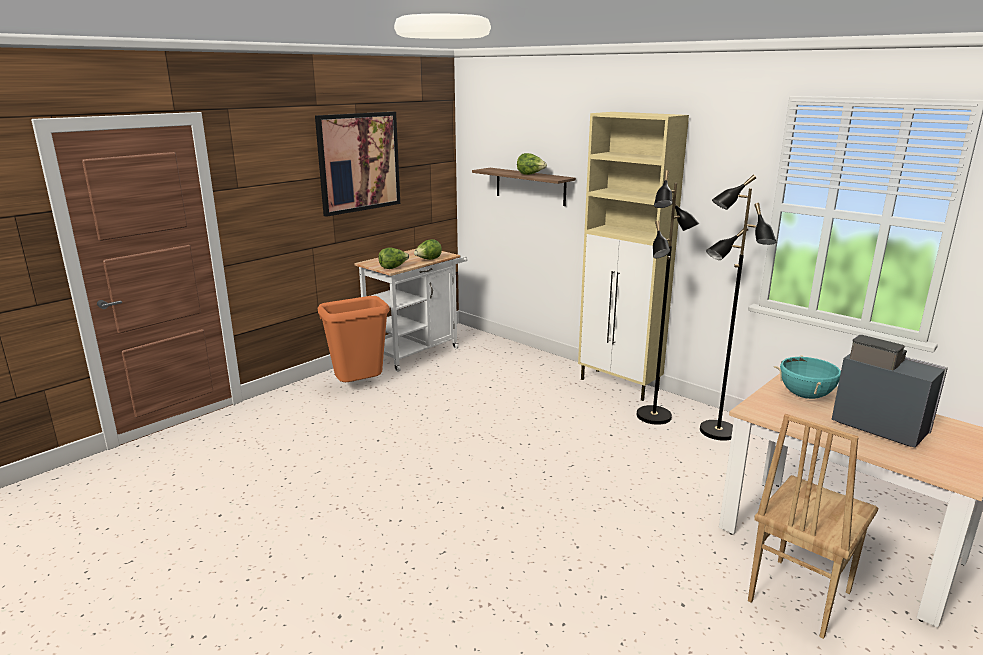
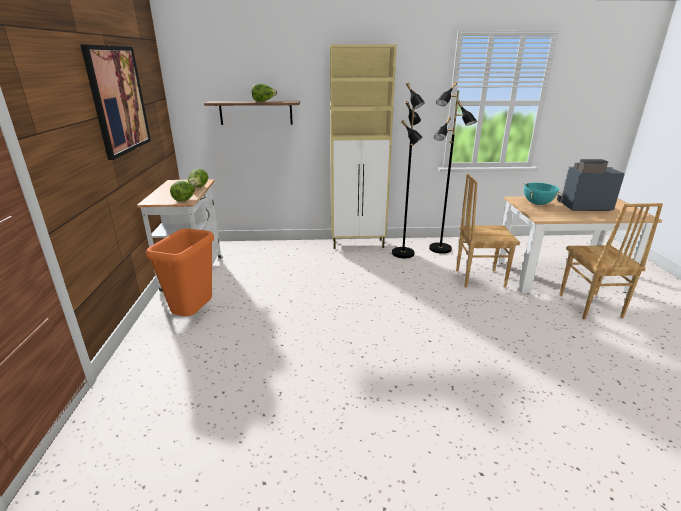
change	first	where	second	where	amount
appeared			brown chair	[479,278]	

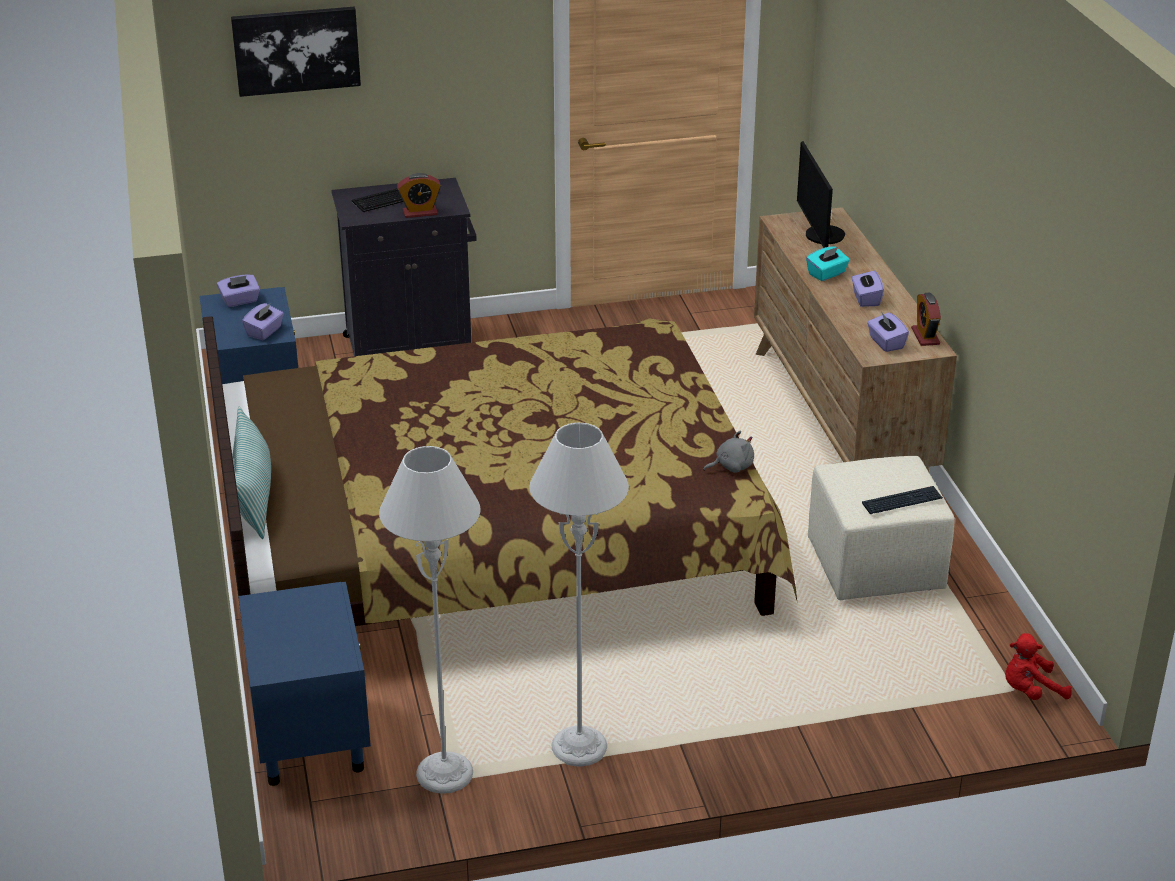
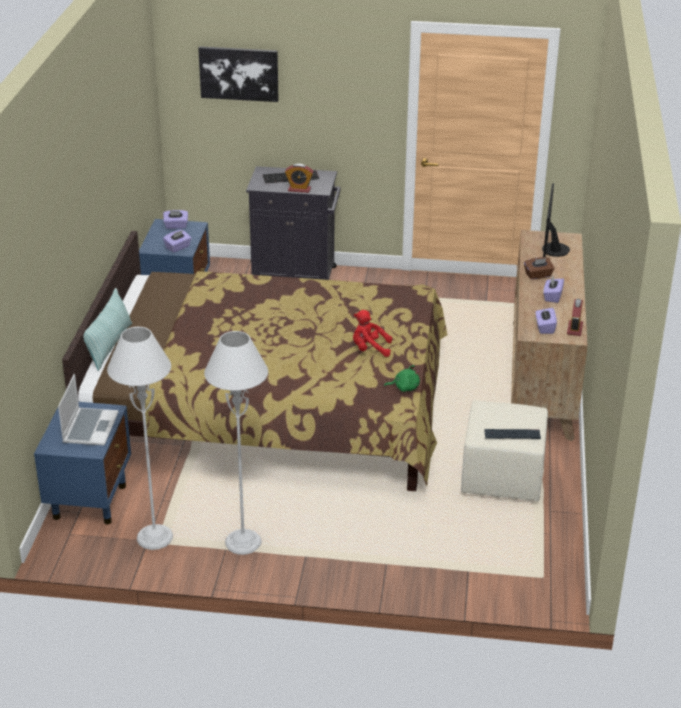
change	first	where	second	where	amount
appeared			laptop	[90,427]	
relocated	red plush toy	[1030,691]		[369,349]	
colour	grey plush toy	[731,466]	green plush toy	[404,387]	
colour	turquoise tissue box	[827,274]	brown tissue box	[538,275]	

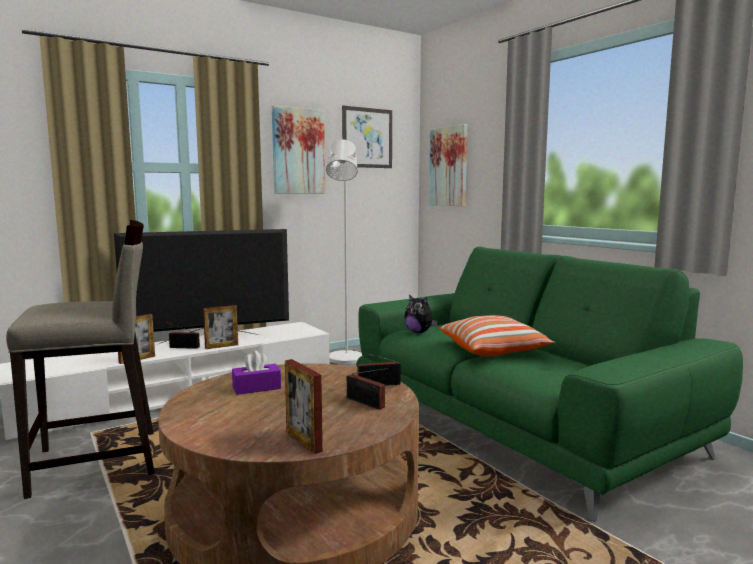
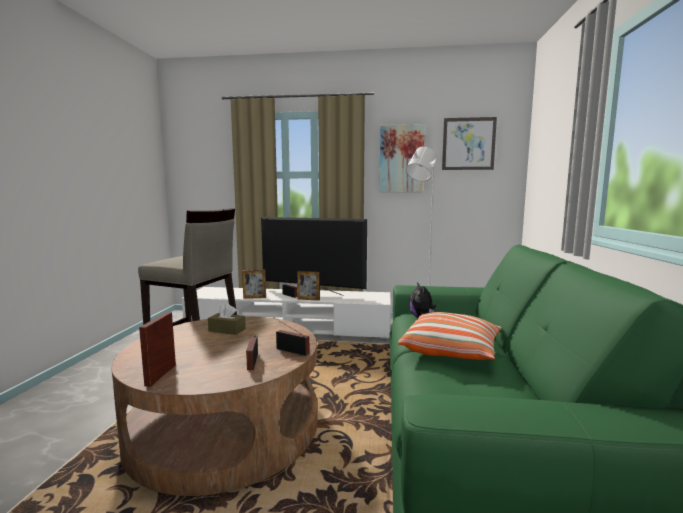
change	first	where	second	where	amount
missing	picture	[449,166]			
colour	purple tissue box	[256,388]	brown tissue box	[227,330]	

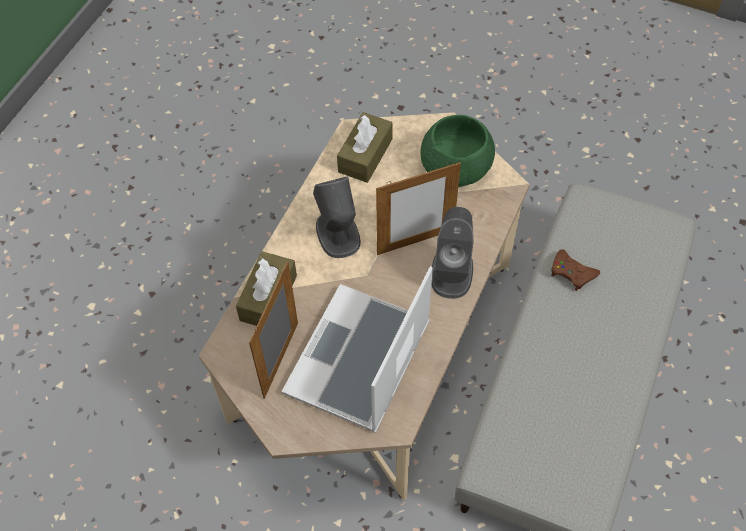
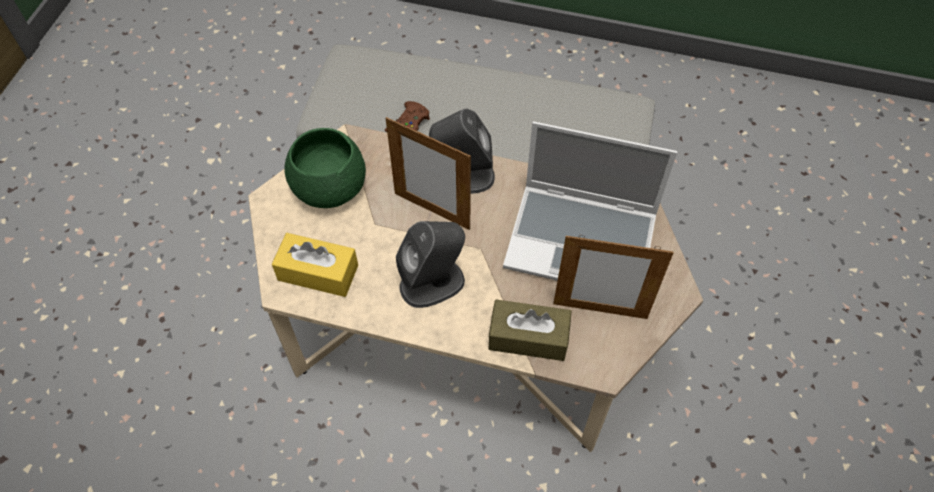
change	first	where	second	where	amount
colour	brown tissue box	[365,155]	yellow tissue box	[318,272]	
spun	picture frame	[415,242]		[432,211]	150 degrees clockwise

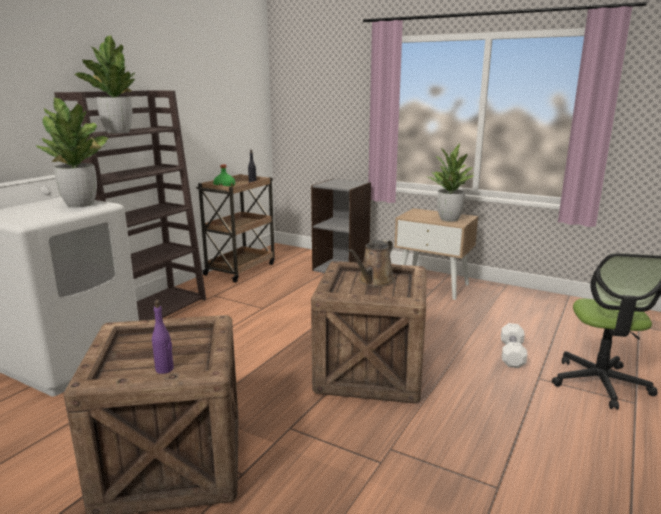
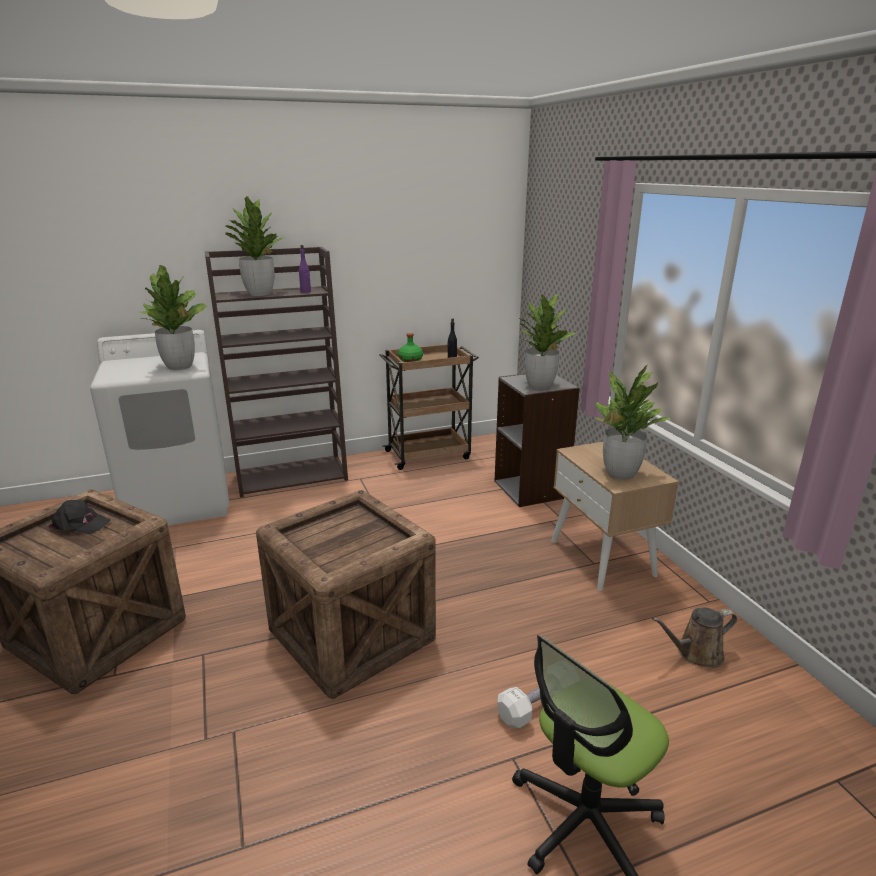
change	first	where	second	where	amount
appeared			black cap	[80,524]	
appeared			potted plant	[539,385]	
relocated	purple bottle	[164,369]		[305,291]	
relocated	brown watering can	[374,281]		[695,654]	

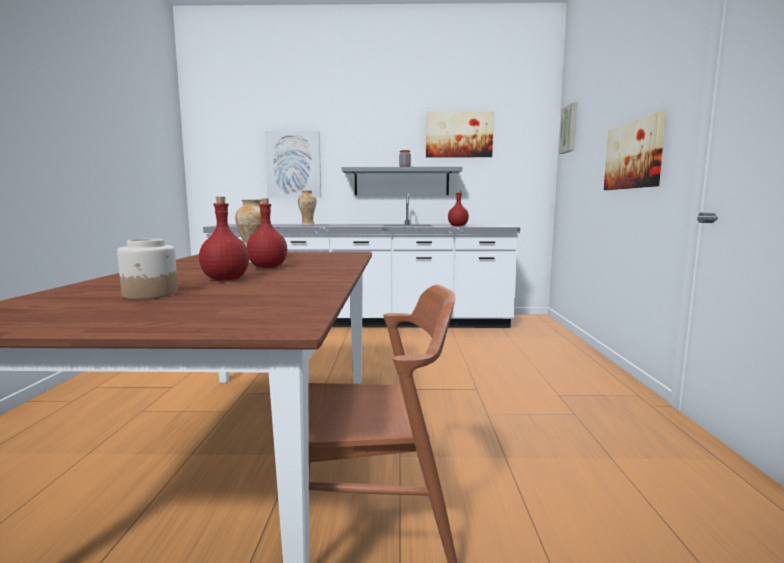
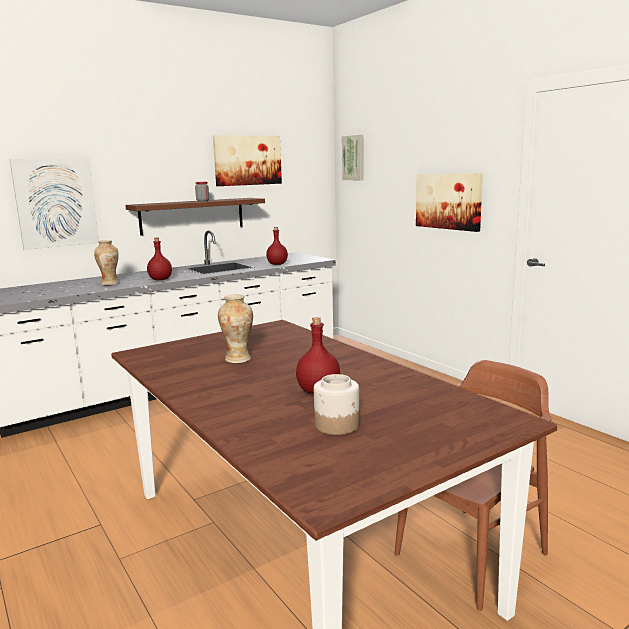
change	first	where	second	where	amount
relocated	red bottle	[268,267]		[160,279]	
colour	grey shelf	[401,182]	brown shelf	[192,216]	

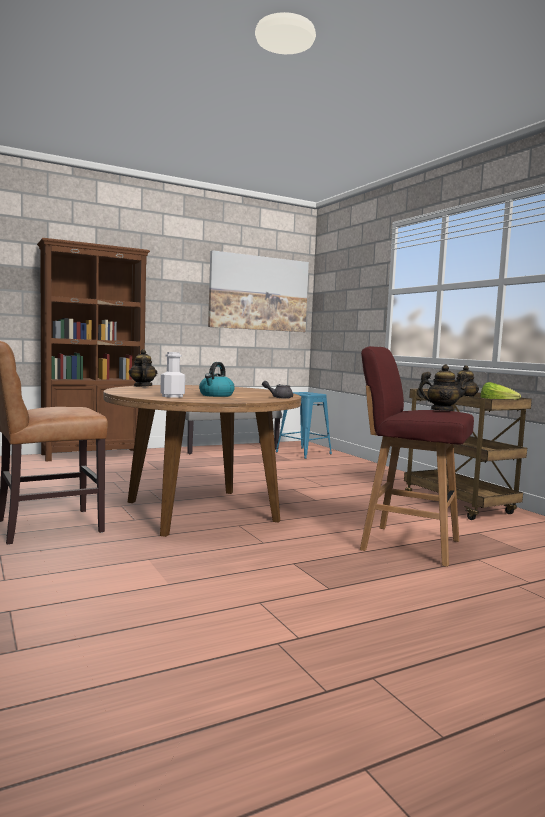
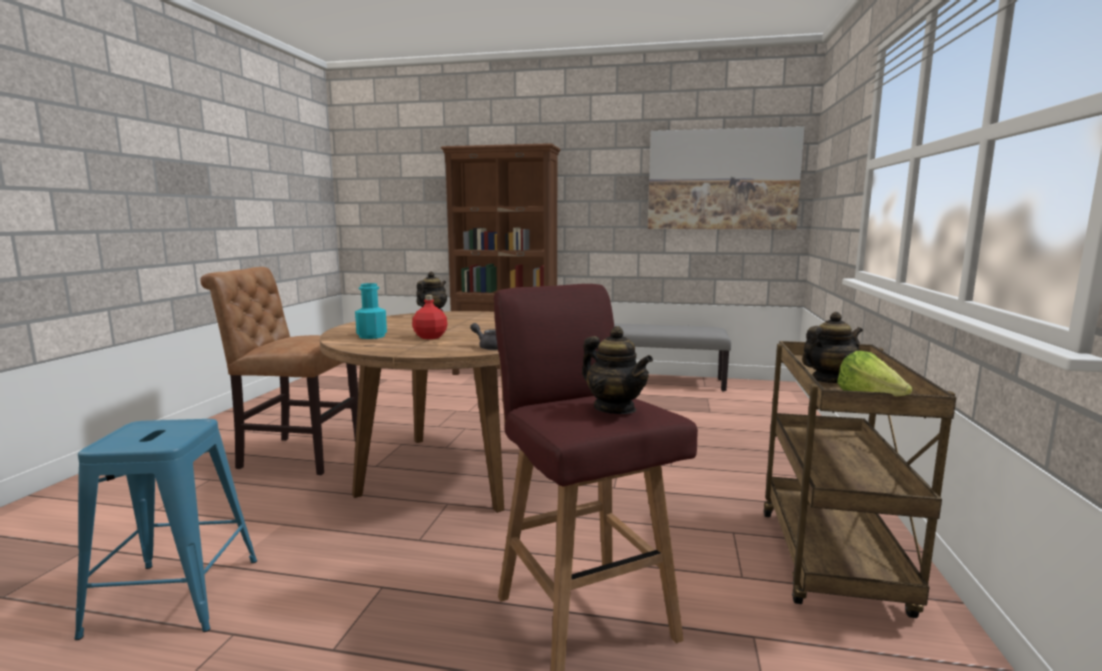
change	first	where	second	where	amount
relocated	blue stool	[303,453]		[175,596]	
exchanged	kettle	[216,395]	red bottle	[430,337]	
colour	white bottle	[172,396]	turquoise bottle	[372,336]	

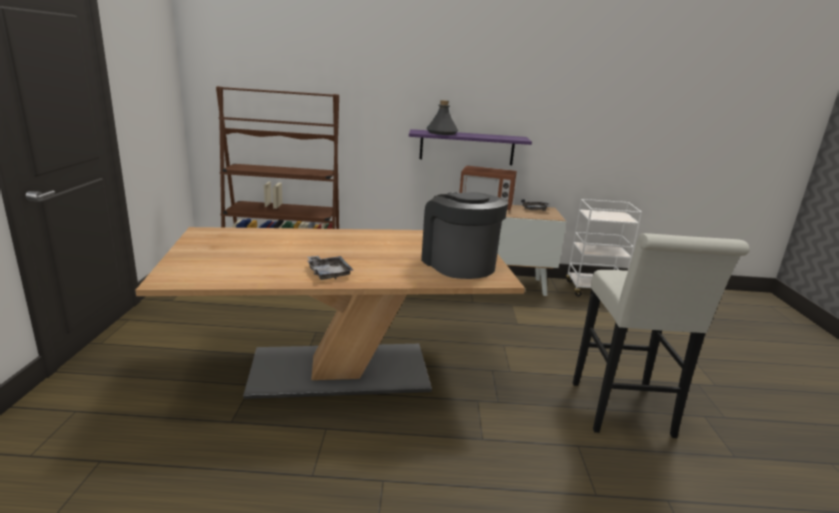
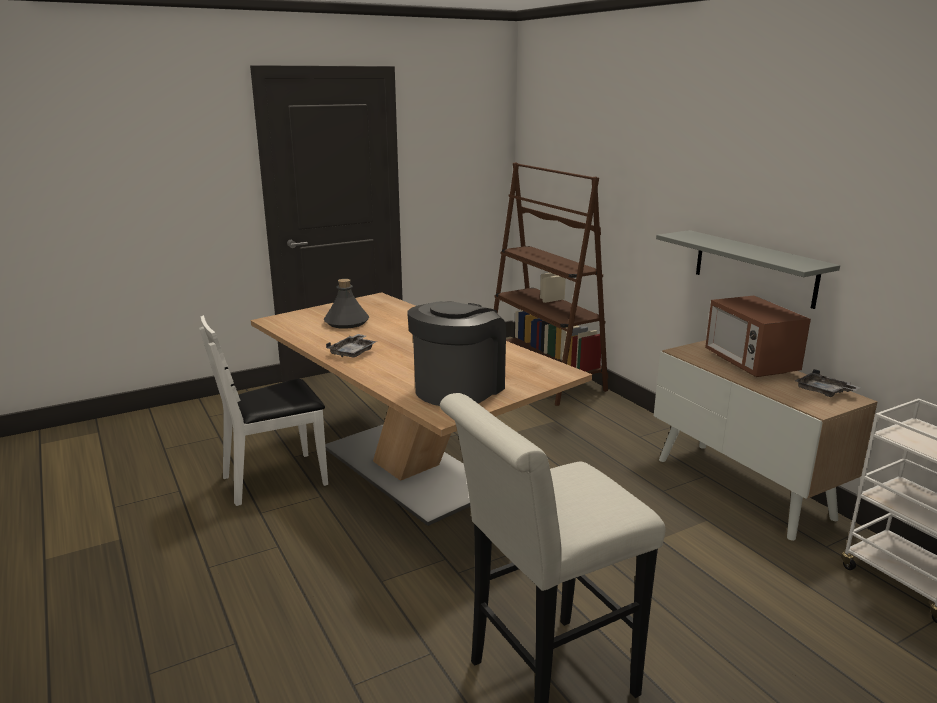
change	first	where	second	where	amount
appeared			white chair	[276,479]	
relocated	grey bottle	[442,133]		[347,322]	
colour	purple shelf	[467,147]	grey shelf	[754,268]	

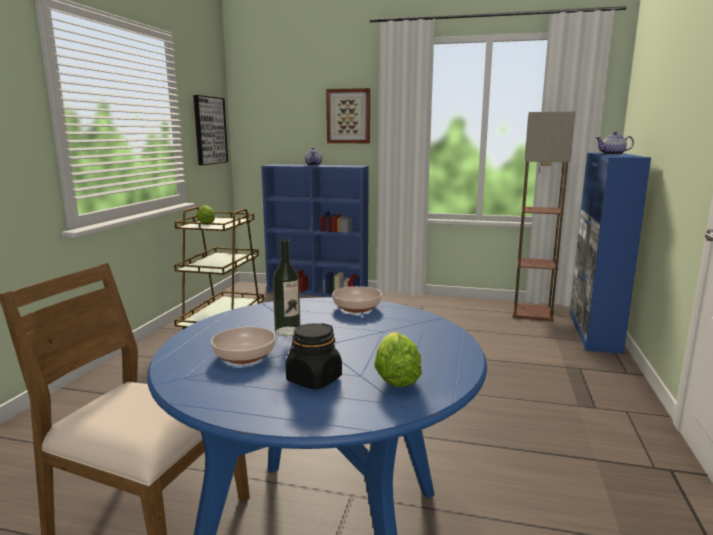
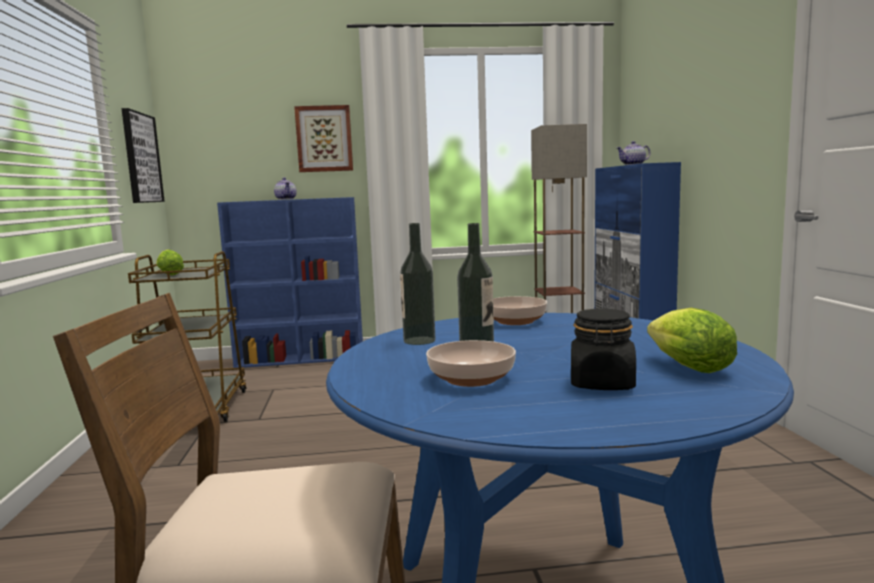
change	first	where	second	where	amount
appeared			bottle	[419,341]	

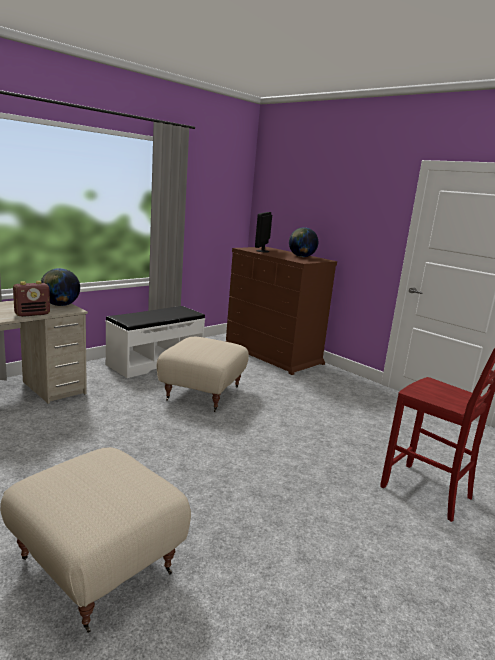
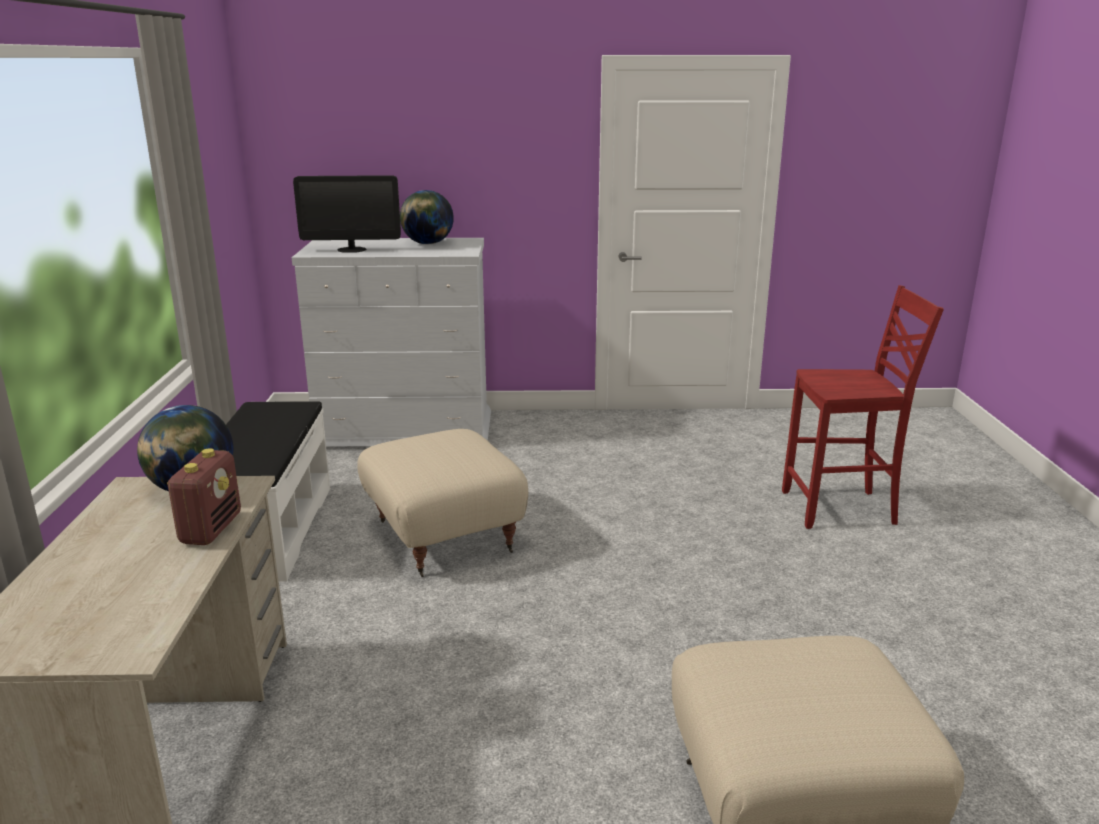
change	first	where	second	where	amount
colour	brown dresser	[273,355]	white dresser	[405,430]	
spun	monitor	[262,251]		[352,250]	60 degrees counterclockwise

